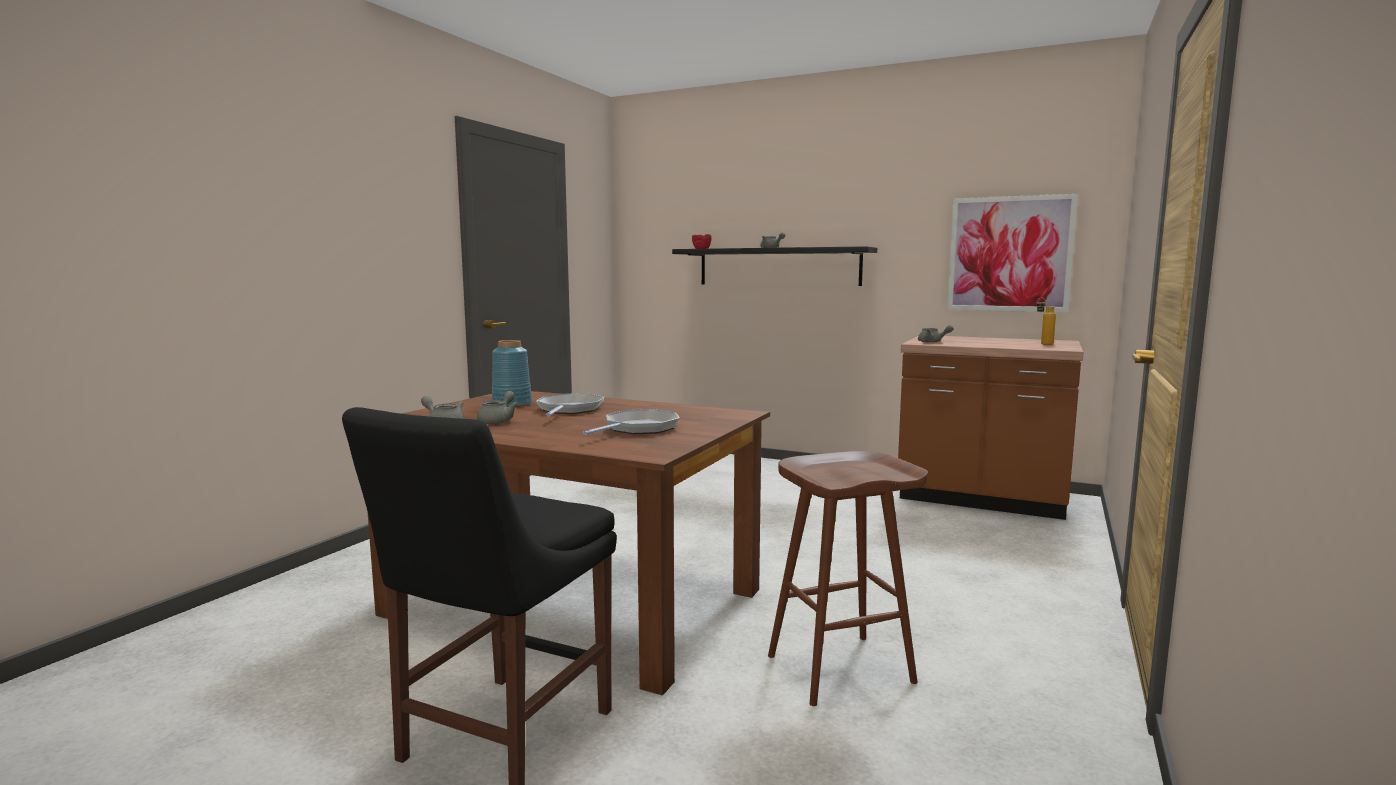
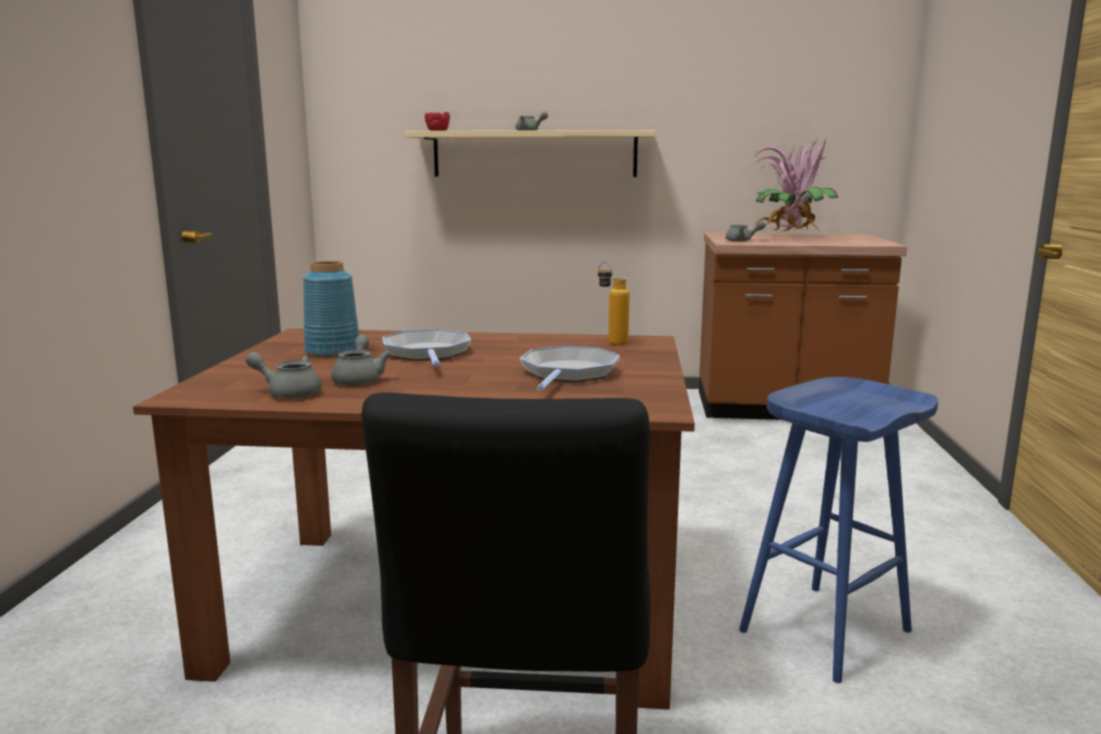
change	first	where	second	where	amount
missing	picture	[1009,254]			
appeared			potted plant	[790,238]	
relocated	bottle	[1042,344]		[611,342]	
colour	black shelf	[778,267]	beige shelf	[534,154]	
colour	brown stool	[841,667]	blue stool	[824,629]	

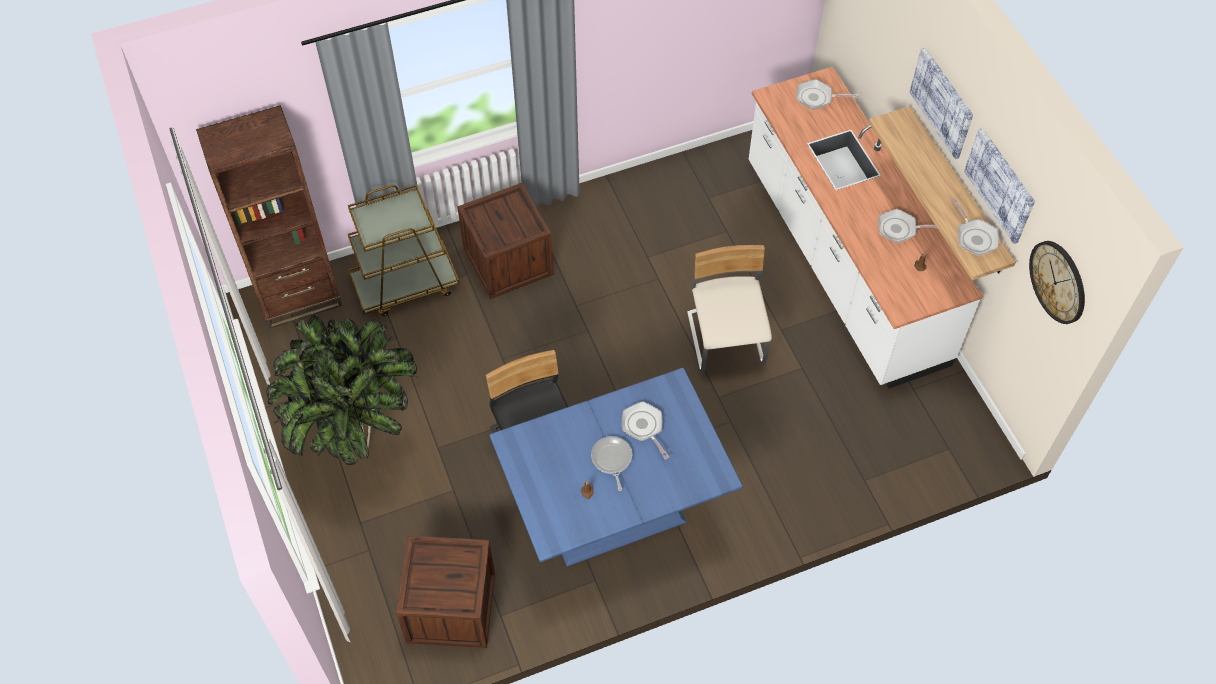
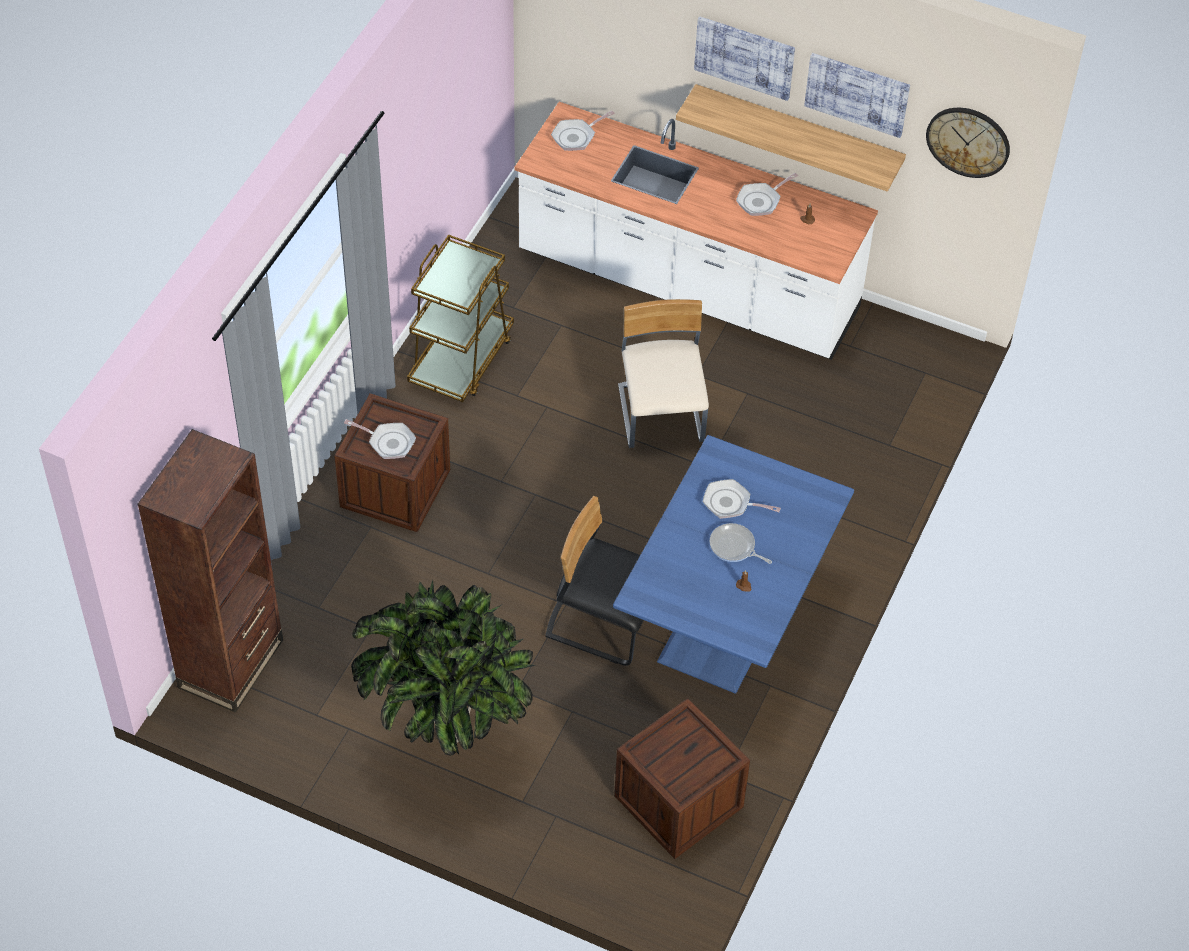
change	first	where	second	where	amount
relocated	brown cart	[406,284]		[461,360]	
relocated	frying pan	[974,237]		[388,442]	
spun	beige chair	[726,339]		[661,415]	45 degrees clockwise

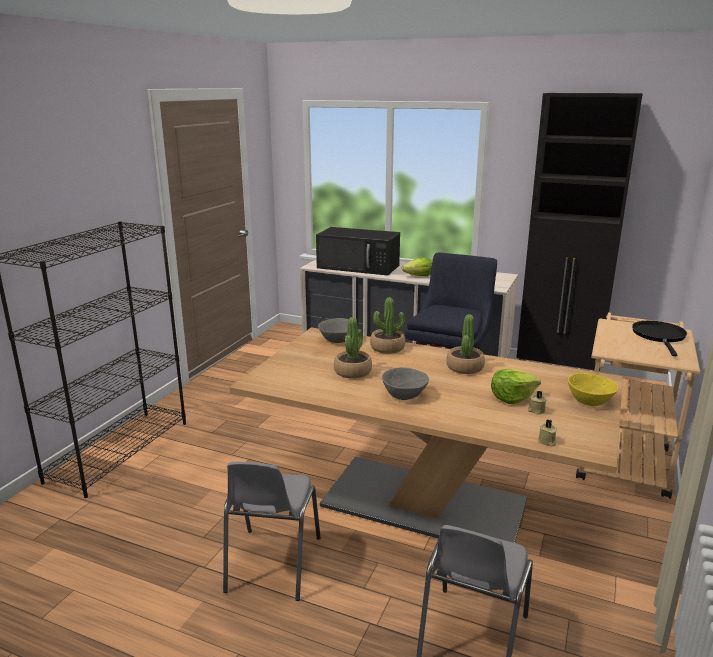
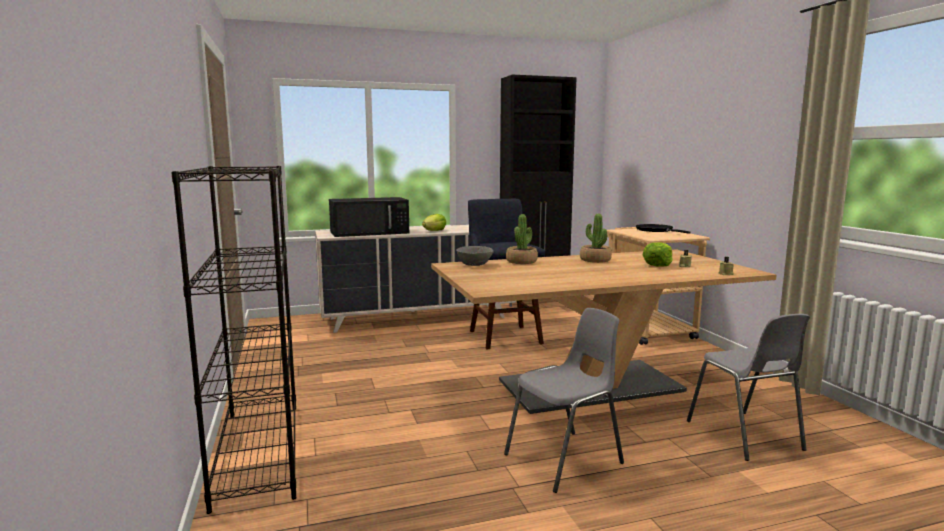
change	first	where	second	where	amount
missing	potted plant	[353,372]			
missing	grey bowl	[404,395]			
missing	yellow bowl	[590,401]			
spun	grey chair	[272,564]		[565,459]	90 degrees counterclockwise

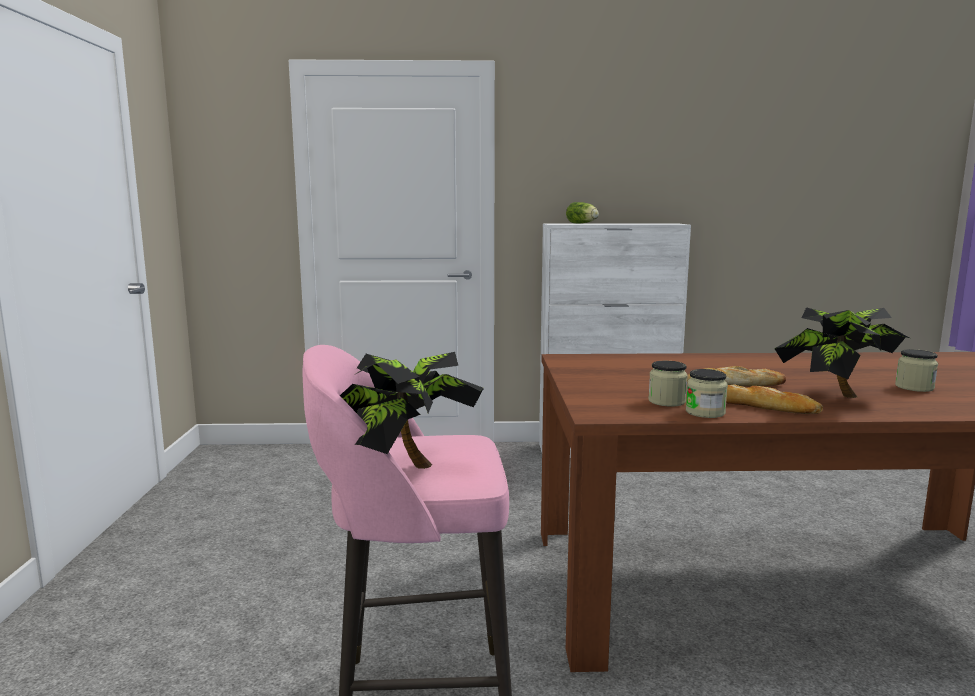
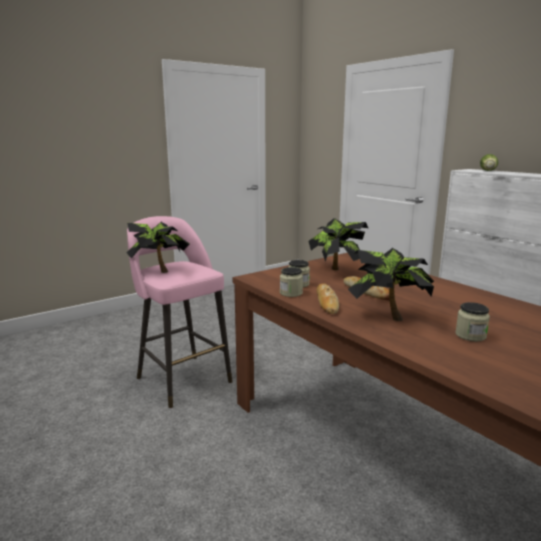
change	first	where	second	where	amount
appeared			potted plant	[336,271]	

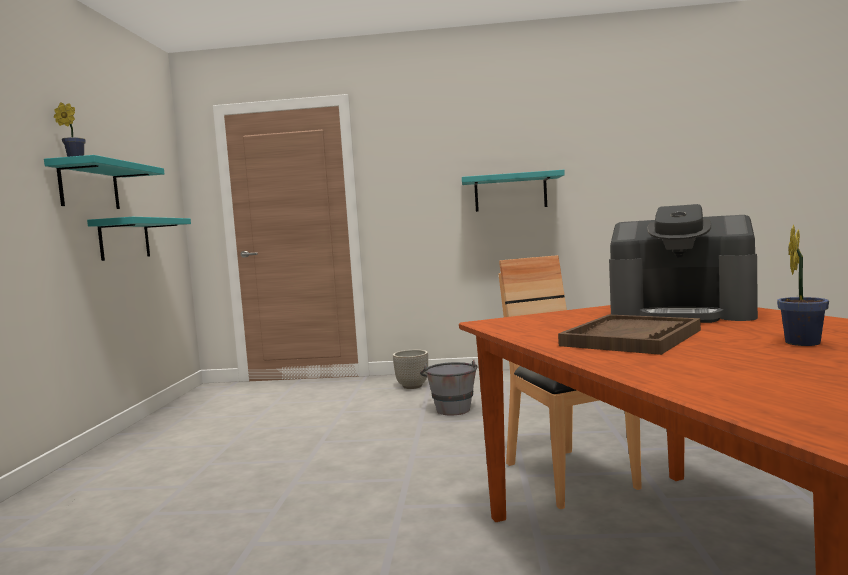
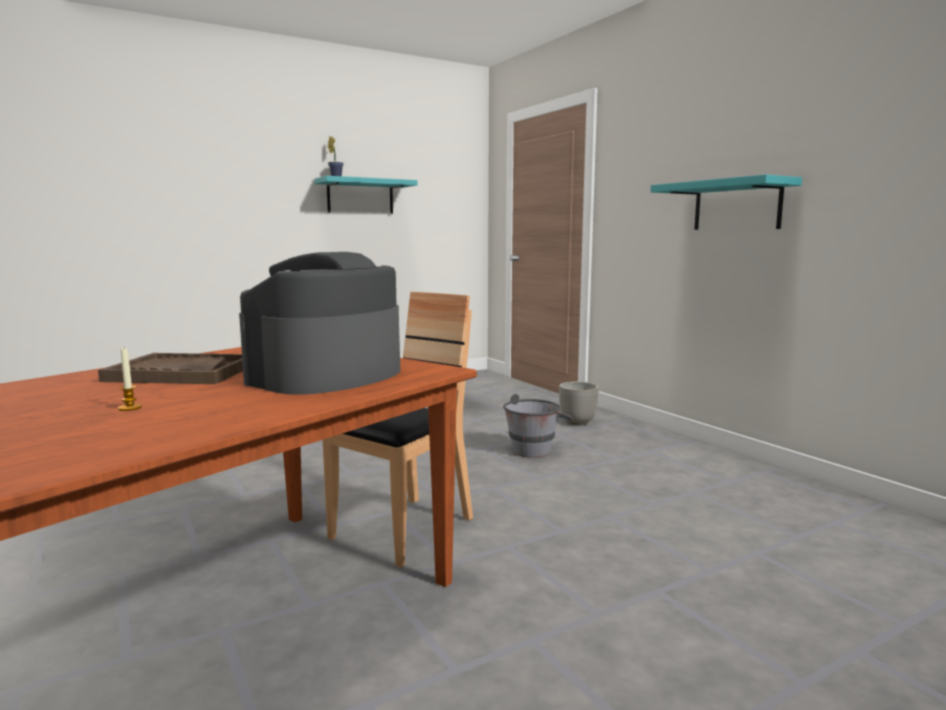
change	first	where	second	where	amount
missing	turquoise shelf	[124,239]			
exchanged	potted plant	[803,342]	candle	[130,408]	
spun	coffee machine	[682,314]		[326,376]	45 degrees clockwise

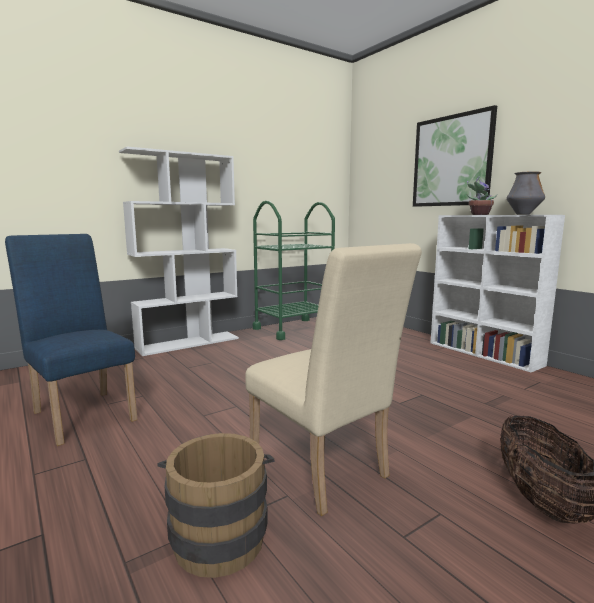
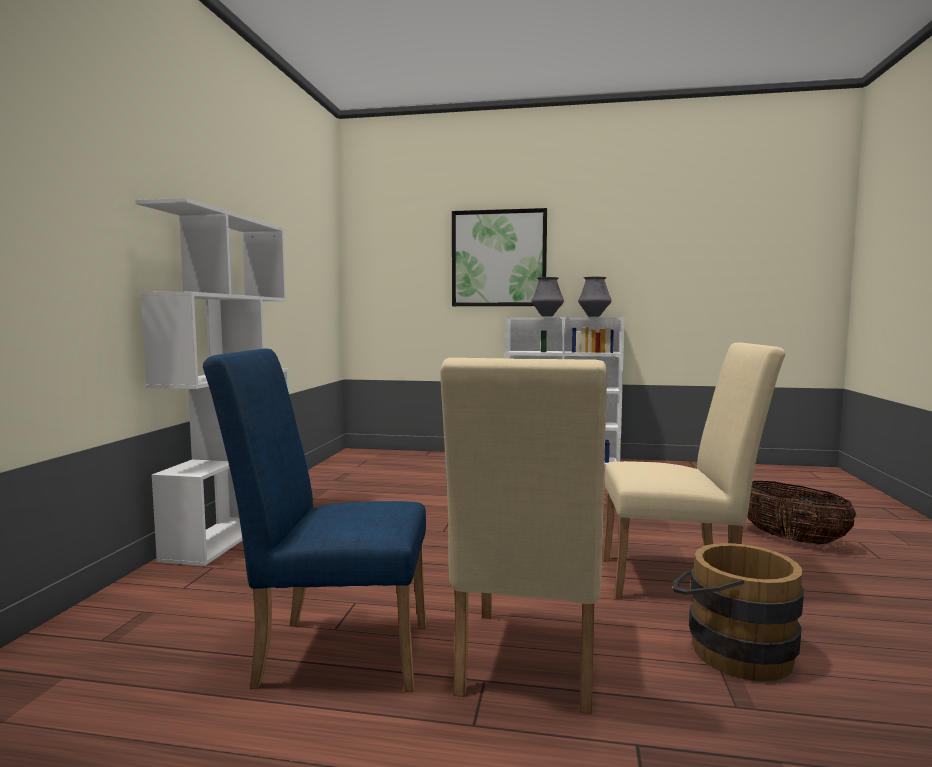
change	first	where	second	where	amount
missing	green cart	[294,329]			
appeared			beige chair	[526,666]	
exchanged	potted plant	[478,214]	vase	[547,316]	

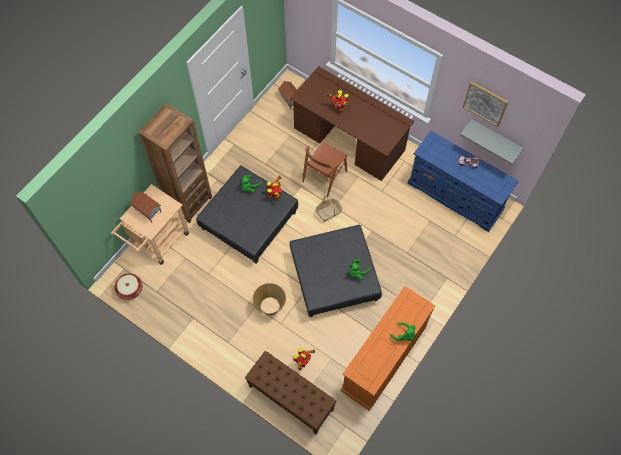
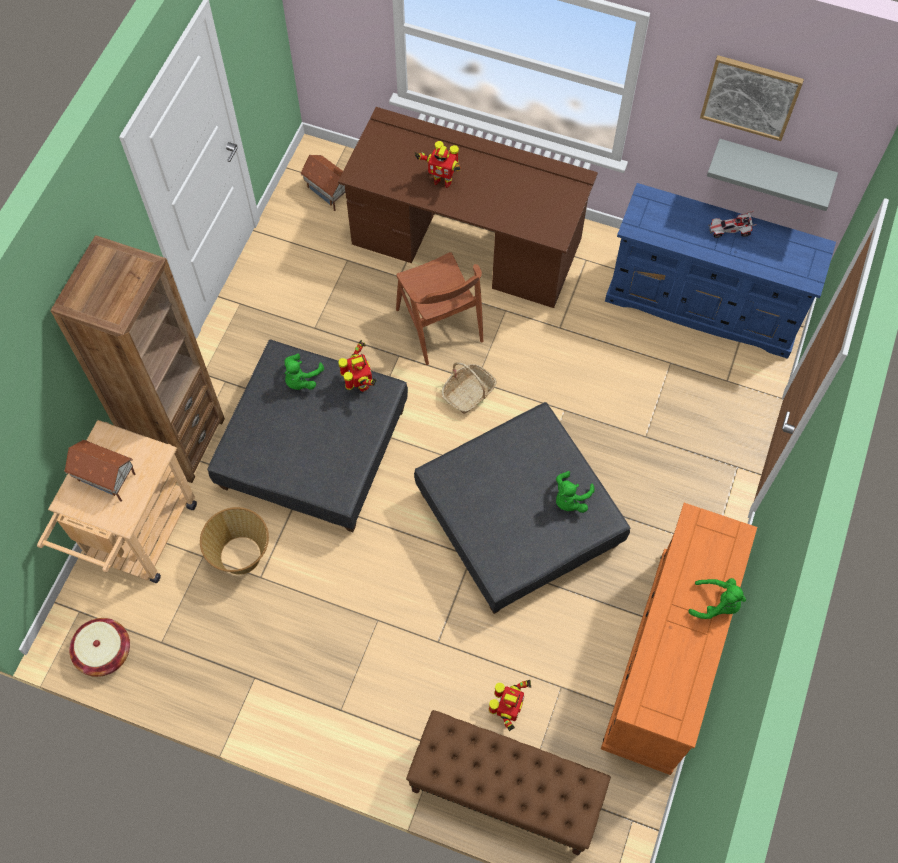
change	first	where	second	where	amount
relocated	basket	[270,306]		[241,555]	
spun	brown chair	[324,176]		[439,325]	45 degrees counterclockwise

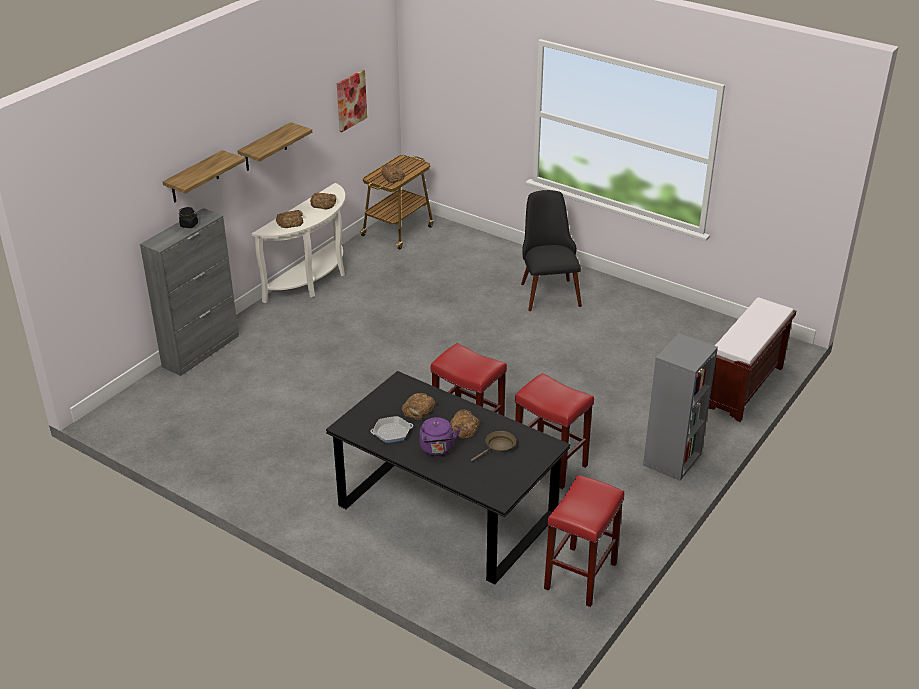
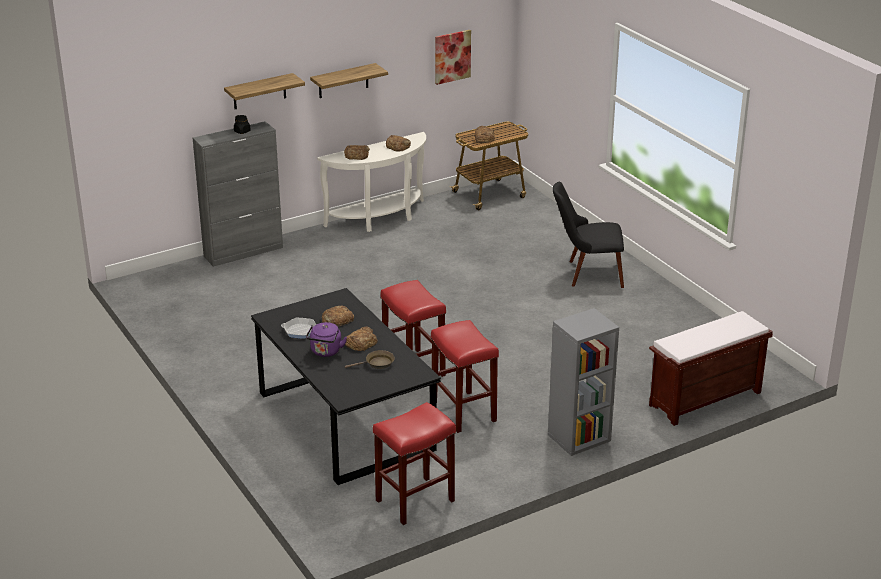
change	first	where	second	where	amount
spun	black chair	[548,290]		[587,274]	105 degrees counterclockwise

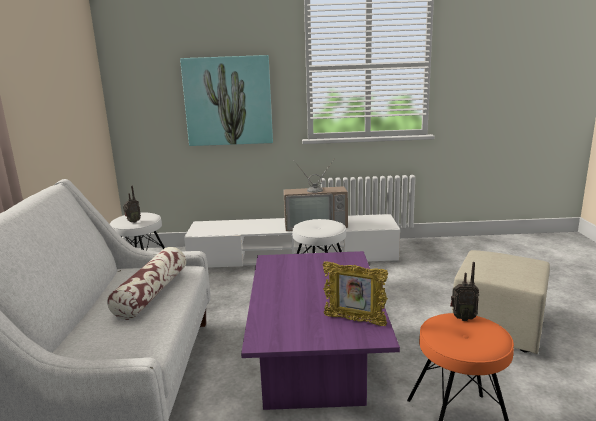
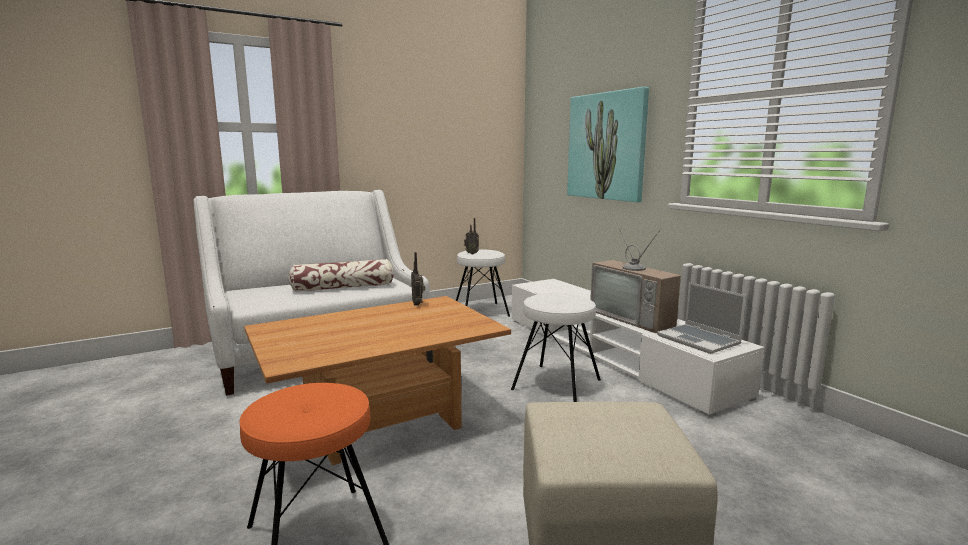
change	first	where	second	where	amount
missing	picture frame	[354,320]			
appeared			laptop	[699,340]	
relocated	radio	[462,318]		[418,304]	
colour	purple coffee table	[316,370]	brown coffee table	[381,423]	

